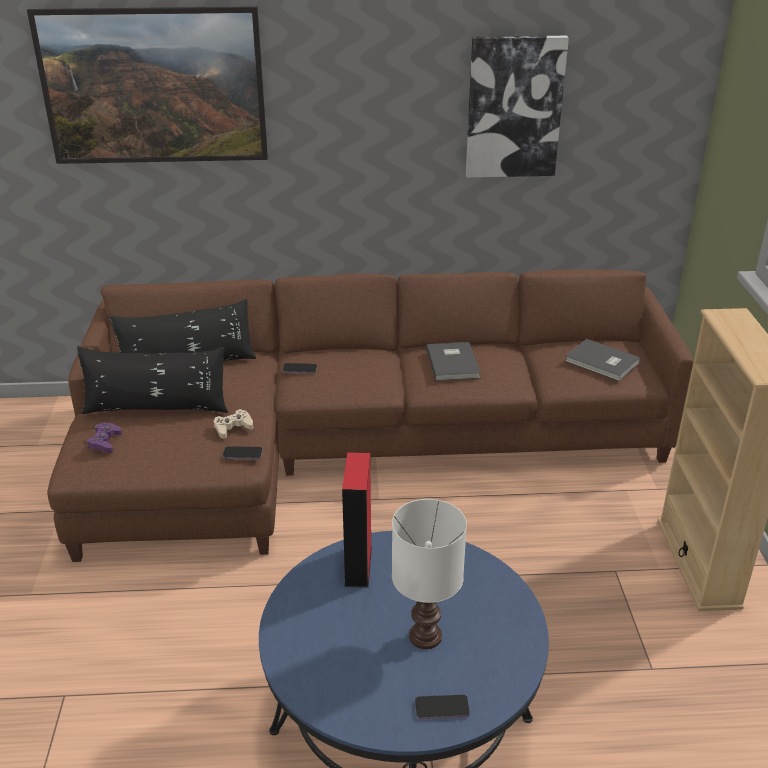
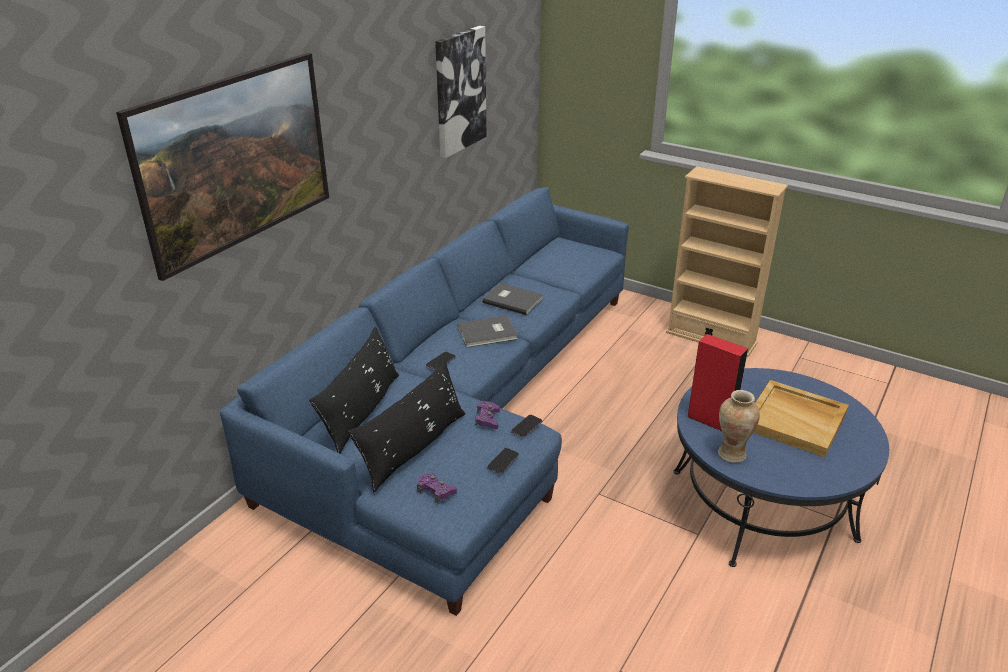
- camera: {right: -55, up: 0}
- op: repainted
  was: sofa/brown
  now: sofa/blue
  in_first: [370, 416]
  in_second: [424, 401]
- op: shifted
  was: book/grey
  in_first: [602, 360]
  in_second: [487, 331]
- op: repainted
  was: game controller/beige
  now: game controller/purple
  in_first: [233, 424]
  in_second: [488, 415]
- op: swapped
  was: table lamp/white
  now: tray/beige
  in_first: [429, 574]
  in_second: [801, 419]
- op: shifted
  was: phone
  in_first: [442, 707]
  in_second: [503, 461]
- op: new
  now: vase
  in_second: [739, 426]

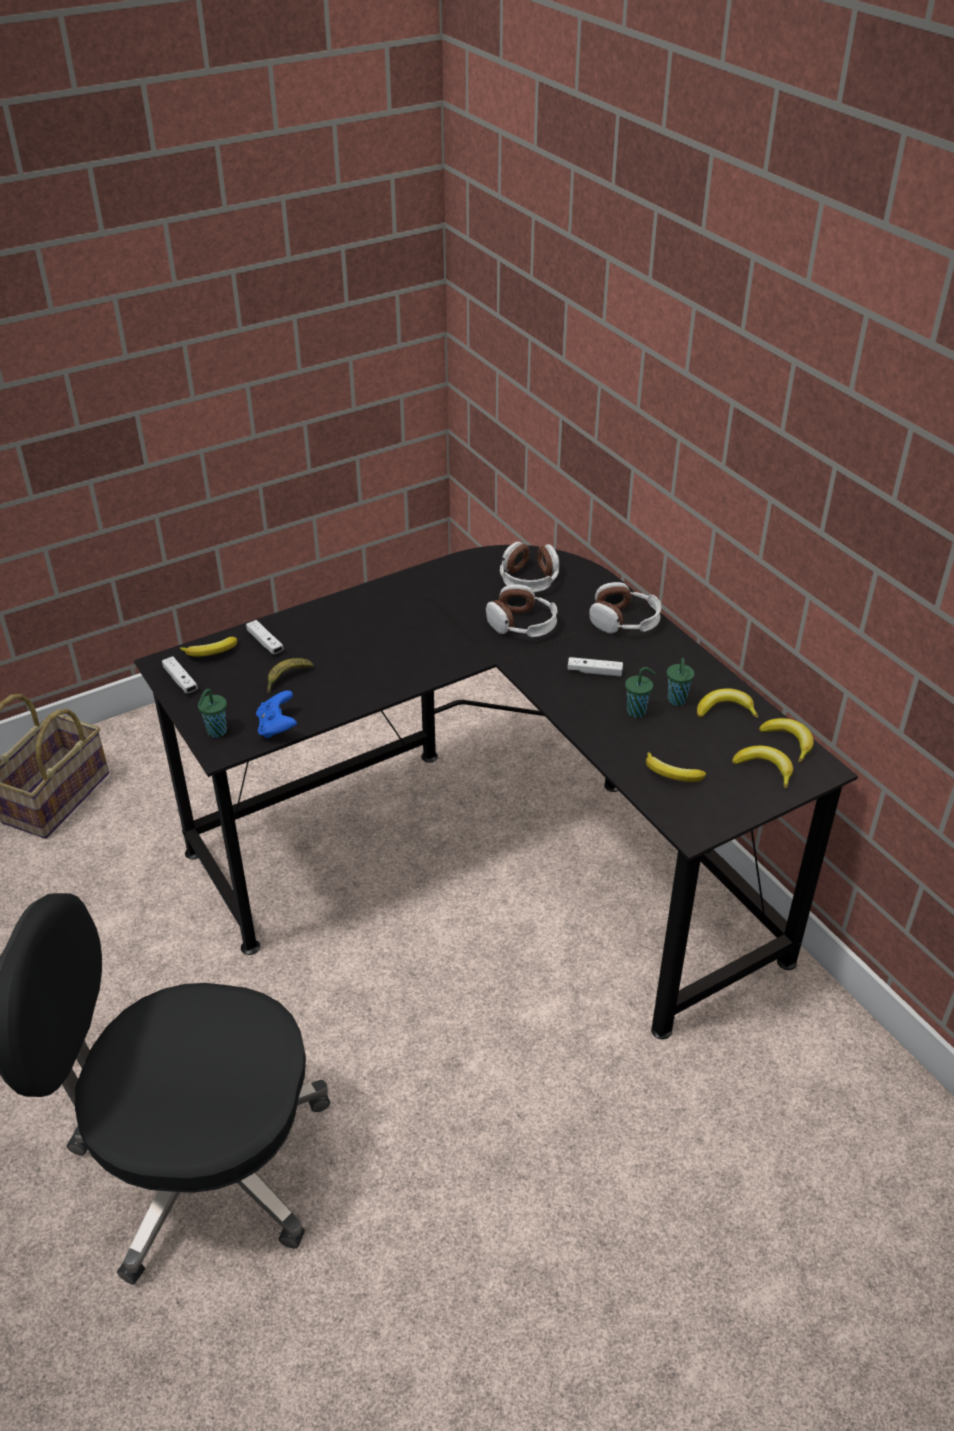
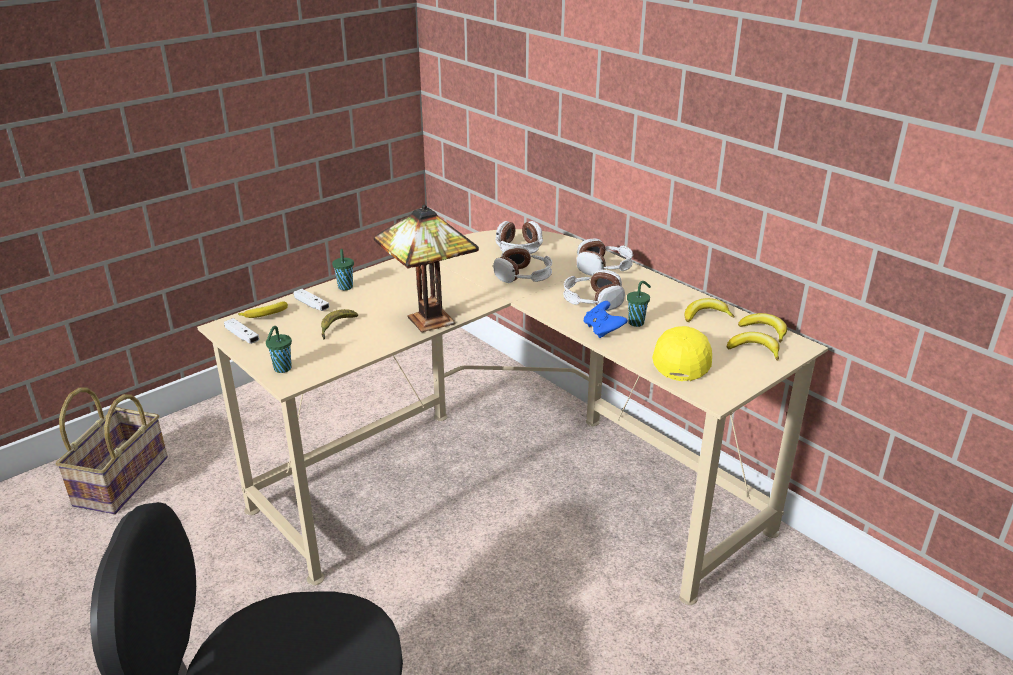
- camera: {right: -10, up: -10}
- op: repainted
  was: desk/black
  now: desk/beige
  in_first: [496, 792]
  in_second: [512, 417]
- op: swapped
  was: game controller/white
  now: headphones
  in_first: [595, 666]
  in_second: [594, 290]
- op: shifted
  was: cup/green
  in_first: [680, 682]
  in_second: [343, 269]
- op: shifted
  was: game controller/blue
  in_first: [276, 714]
  in_second: [606, 319]
- op: swapped
  was: banana
  now: cap/yellow
  in_first: [676, 767]
  in_second: [682, 353]
- op: new
  now: table lamp
  in_second: [426, 268]

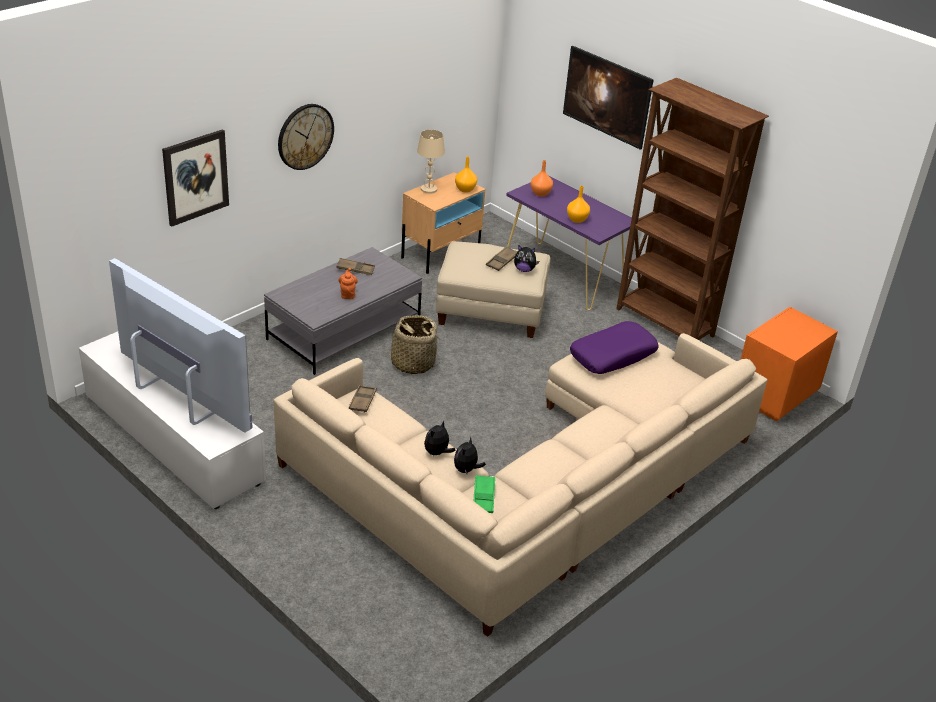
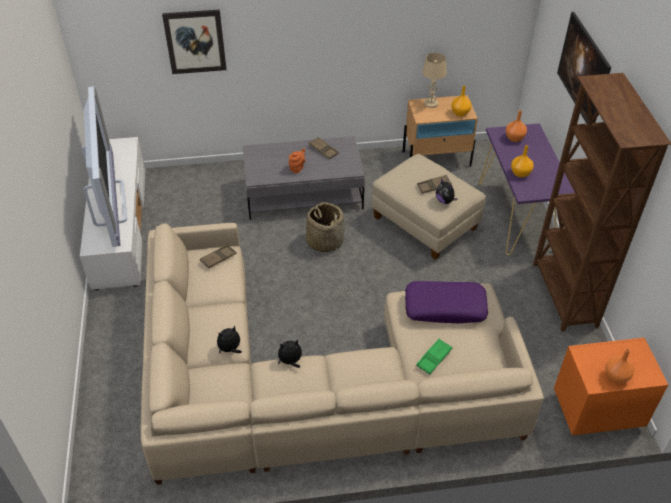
- camera: {right: 40, up: 10}
- op: gone
  was: wall clock
  in_first: [306, 137]
- op: shifted
  was: plush toy
  in_first: [440, 437]
  in_second: [290, 354]
- op: shifted
  was: tray/green
  in_first: [484, 494]
  in_second: [434, 356]
- op: new
  now: vase/orange
  in_second: [619, 366]

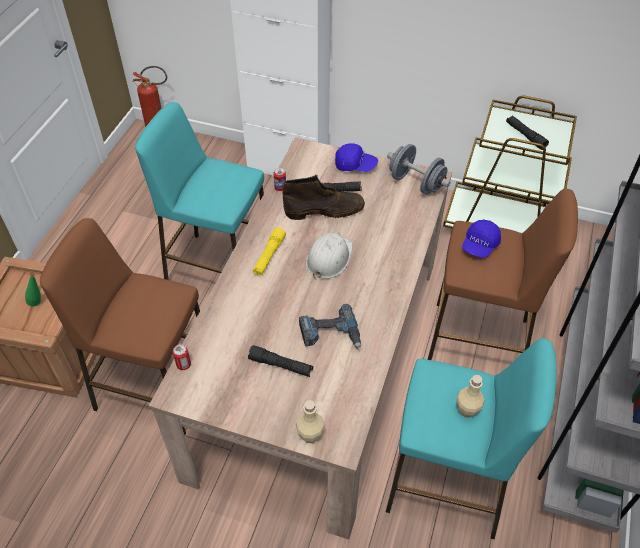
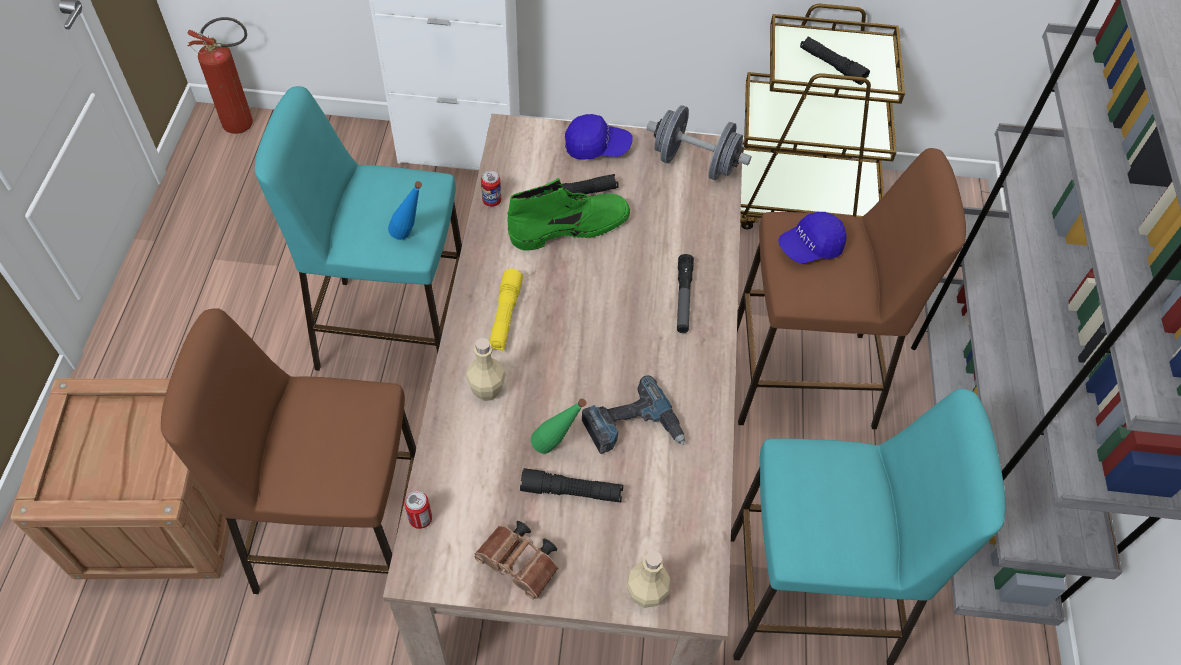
- camera: {right: -15, up: 5}
- op: repainted
  was: boot/brown
  now: boot/green
  in_first: [323, 197]
  in_second: [568, 214]
- op: rotated
  was: cap/blue
  in_first: [481, 239]
  in_second: [812, 238]
  clockwise: 45
- op: gone
  was: hard hat/white
  in_first: [329, 255]
- op: shifted
  was: bottle/green
  in_first: [33, 289]
  in_second: [558, 425]
- op: shifted
  was: bottle/beige
  in_first: [470, 396]
  in_second: [486, 369]
- op: new
  now: bottle/blue
  in_second: [405, 210]
- op: new
  now: flashlight
  in_second: [685, 293]
- op: new
  now: binoculars/brown
  in_second: [517, 560]

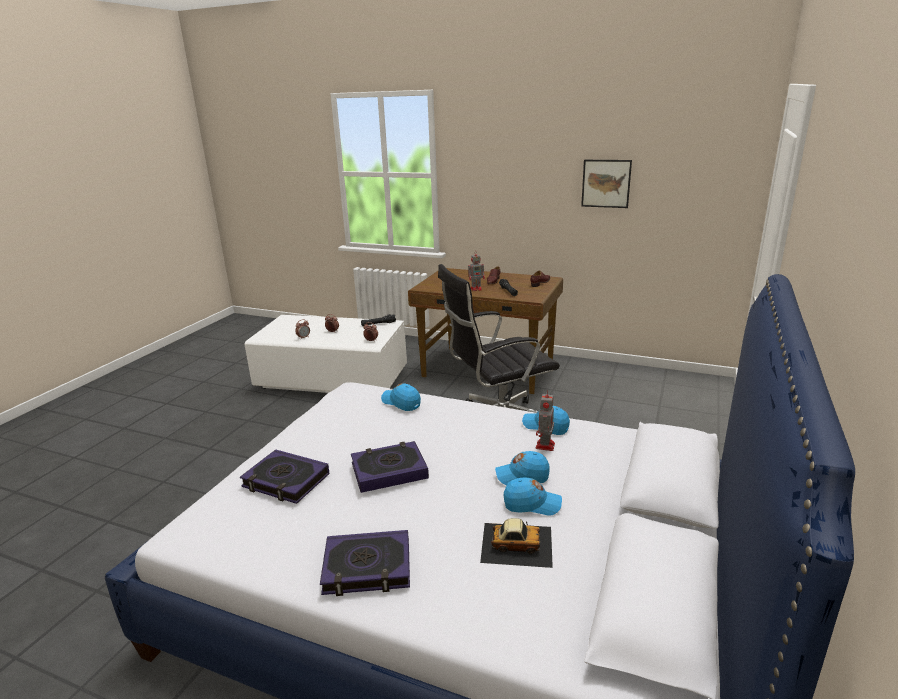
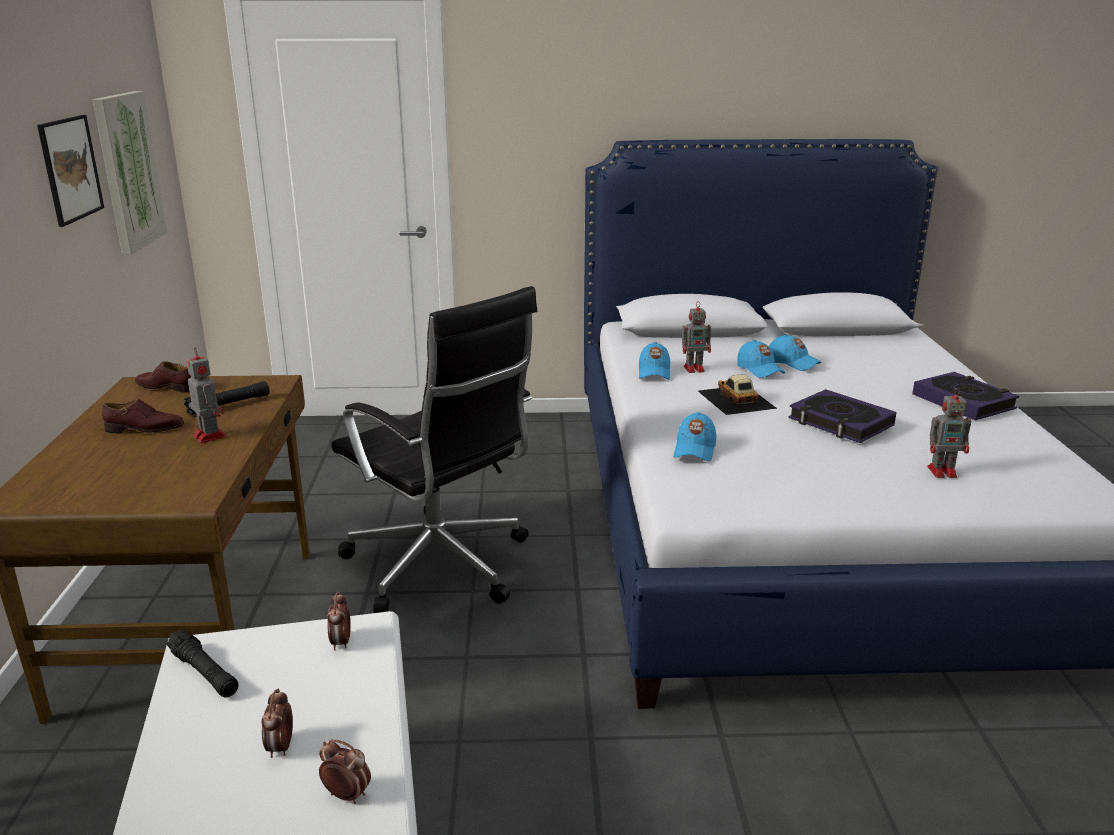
- camera: {right: -115, up: 0}
- op: swapped
  was: book
  now: toy robot
  in_first: [285, 476]
  in_second: [949, 433]
- op: rotated
  was: cap/blue
  in_first: [533, 497]
  in_second: [795, 353]
  clockwise: 150
- op: shifted
  was: toy car
  in_first: [516, 543]
  in_second: [737, 395]
- op: new
  now: picture
  in_second: [129, 173]

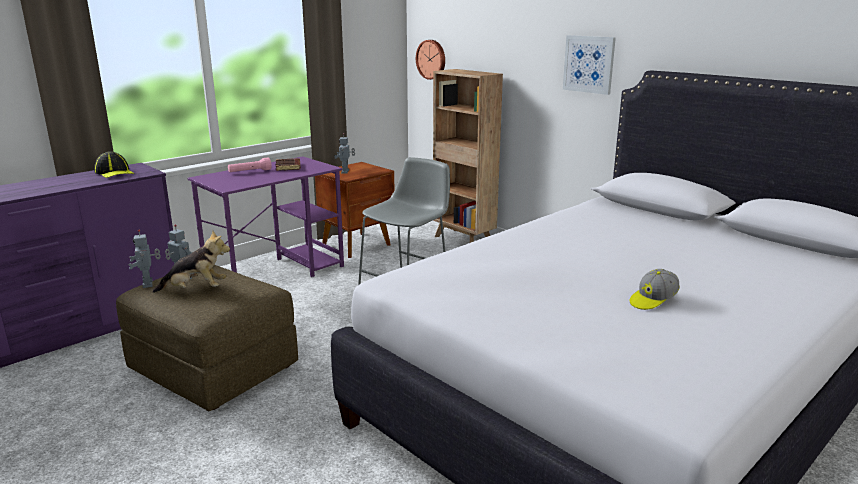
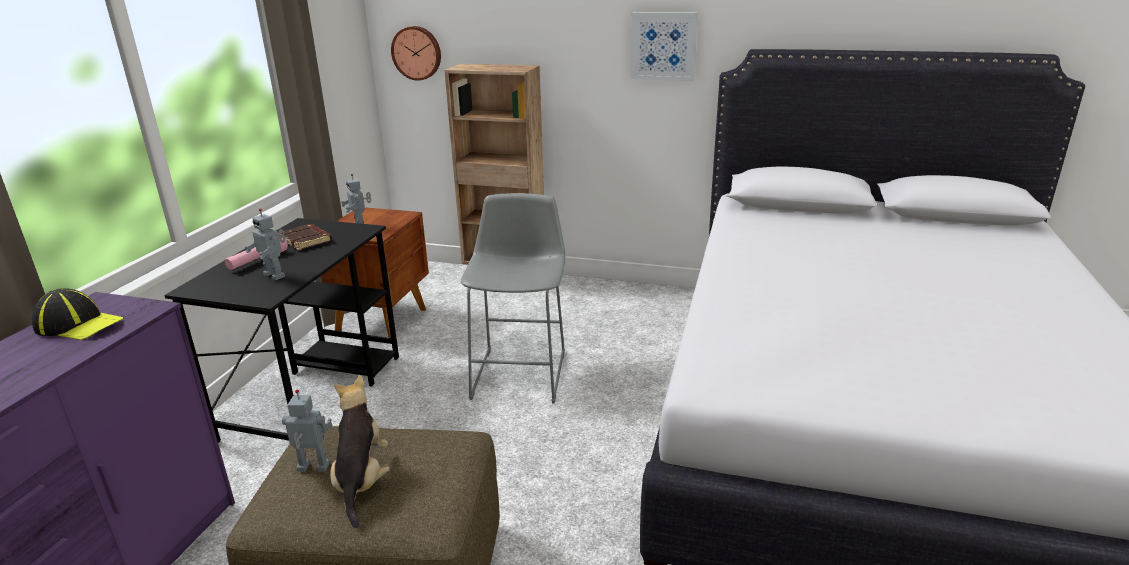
- camera: {right: -30, up: 5}
- op: repainted
  was: desk/purple
  now: desk/black
  in_first: [266, 217]
  in_second: [281, 330]
- op: shifted
  was: toy robot
  in_first: [144, 259]
  in_second: [265, 244]
- op: rotated
  was: plush toy
  in_first: [191, 261]
  in_second: [360, 451]
  clockwise: -60
- op: gone
  was: cap
  in_first: [655, 289]

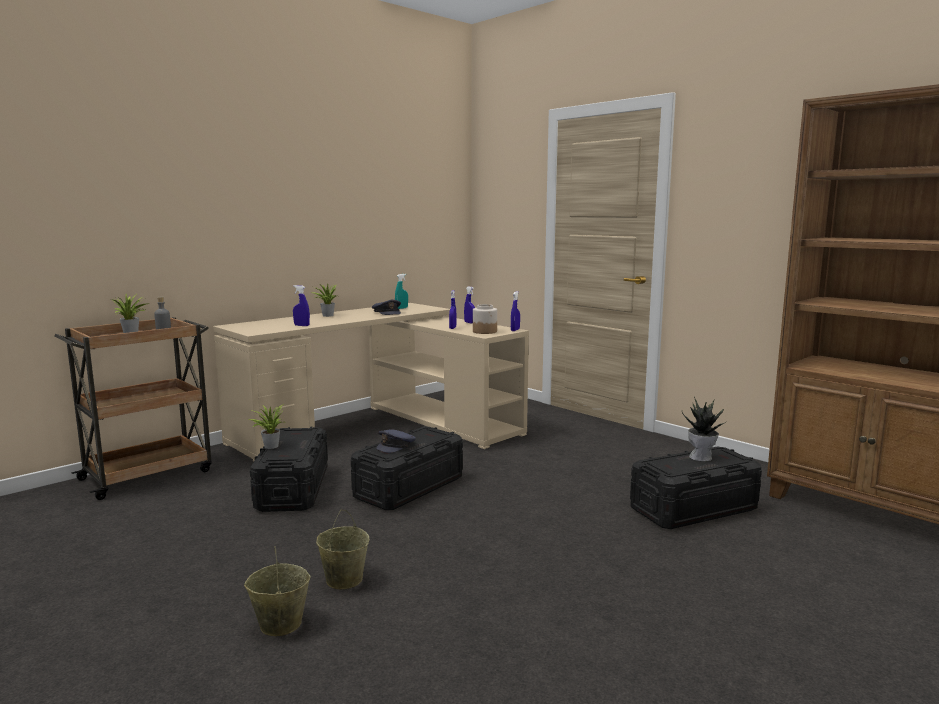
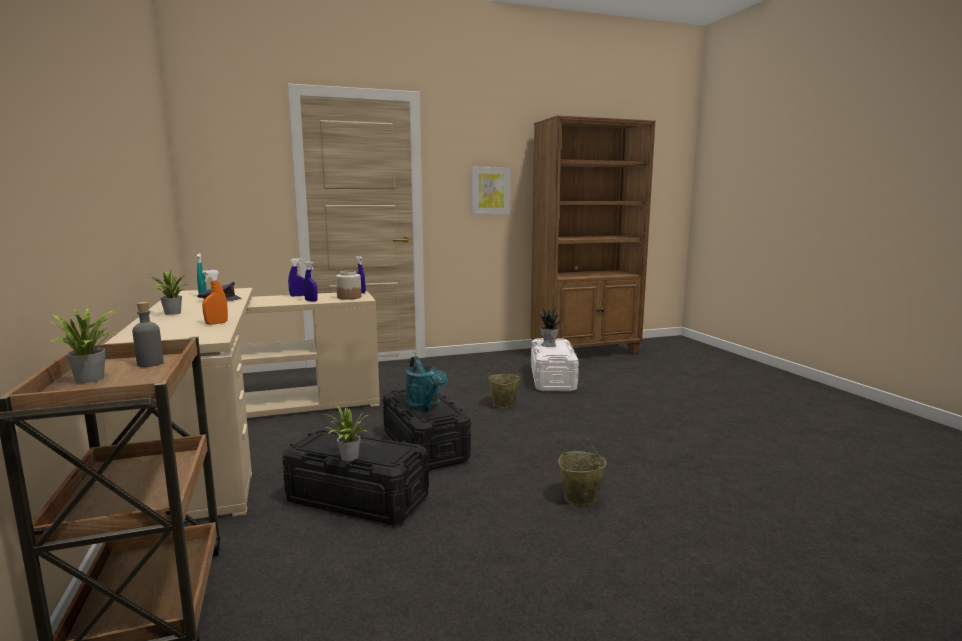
- camera: {right: -65, up: 0}
- op: repainted
  was: spray bottle/blue
  now: spray bottle/orange
  in_first: [301, 305]
  in_second: [215, 297]
- op: swapped
  was: cap/grey
  now: watering can/turquoise
  in_first: [396, 441]
  in_second: [427, 383]
- op: repainted
  was: storage box/black
  now: storage box/white
  in_first: [696, 488]
  in_second: [555, 364]
- op: shifted
  was: bucket/beige
  in_first: [277, 591]
  in_second: [504, 384]
- op: new
  now: picture
  in_second: [490, 191]

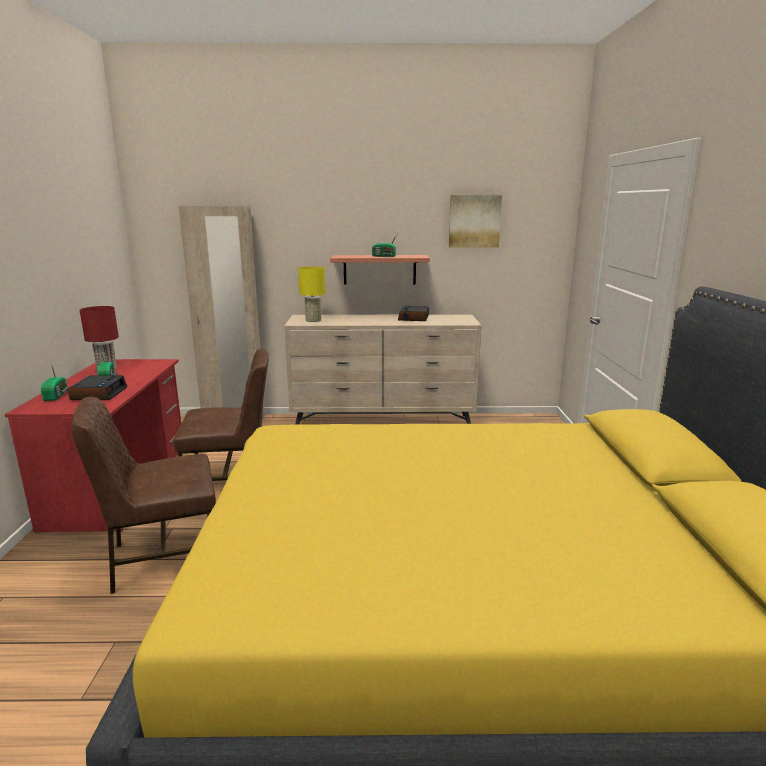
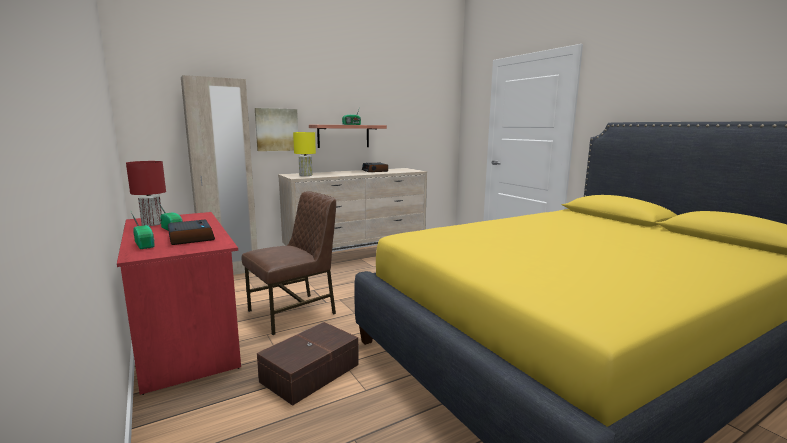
- camera: {right: -30, up: -5}
- op: shifted
  was: picture
  in_first: [475, 221]
  in_second: [276, 129]
- op: swapped
  was: chair/brown
  now: storage box/brown
  in_first: [143, 495]
  in_second: [308, 364]

